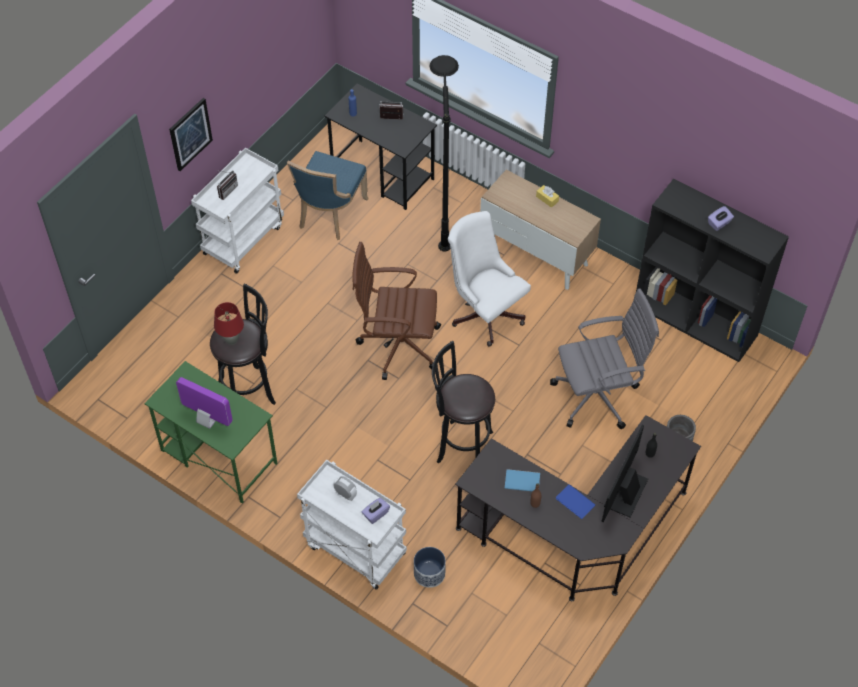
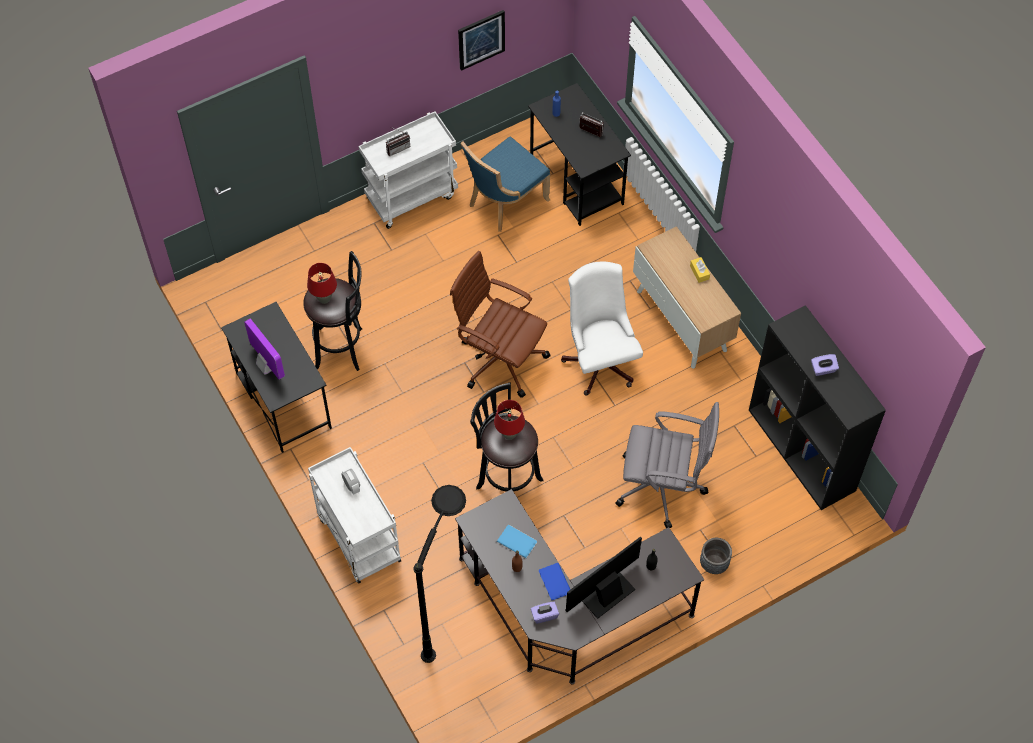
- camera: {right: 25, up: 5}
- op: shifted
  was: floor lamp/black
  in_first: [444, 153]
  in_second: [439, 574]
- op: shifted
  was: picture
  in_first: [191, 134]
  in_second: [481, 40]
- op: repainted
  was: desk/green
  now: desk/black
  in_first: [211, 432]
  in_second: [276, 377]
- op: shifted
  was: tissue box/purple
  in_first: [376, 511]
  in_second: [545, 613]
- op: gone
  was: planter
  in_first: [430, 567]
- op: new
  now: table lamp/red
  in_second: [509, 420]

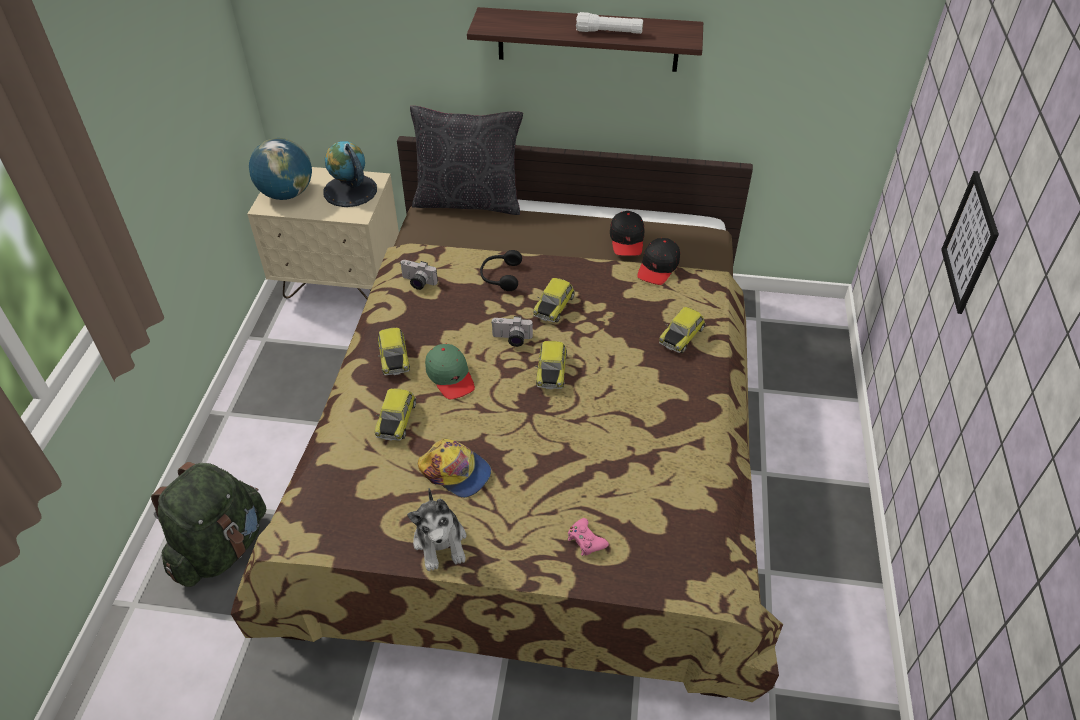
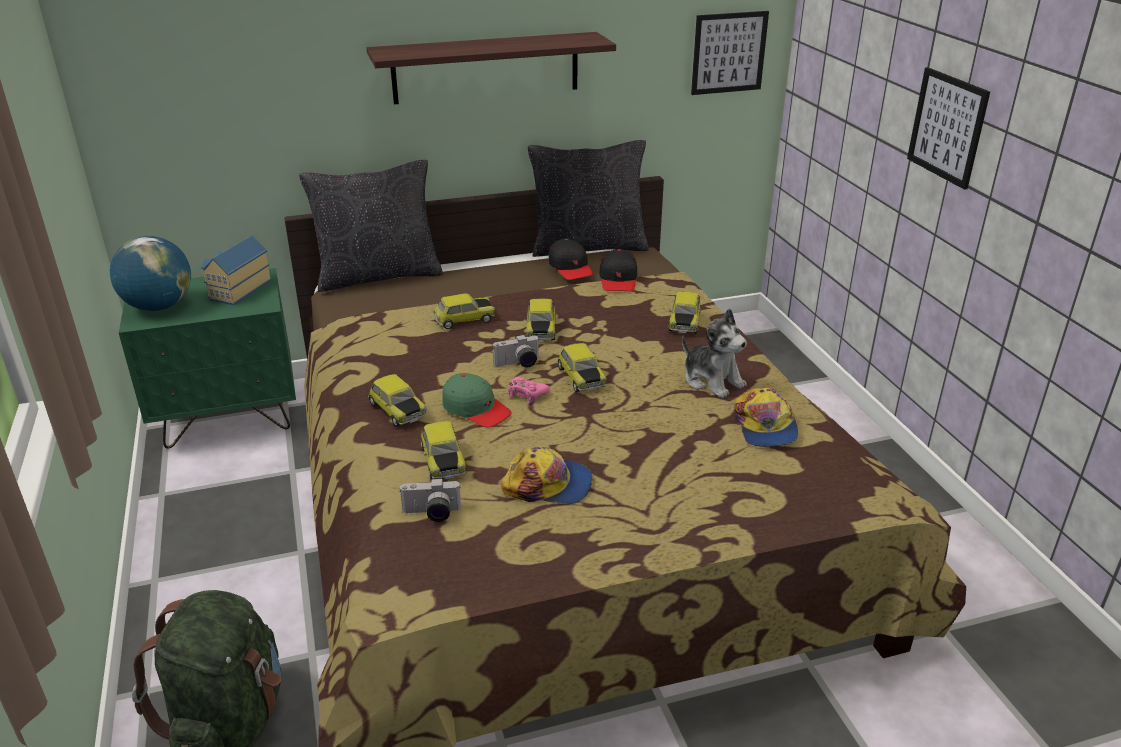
- camera: {right: -25, up: -15}
- op: gone
  was: flashlight/white
  in_first: [609, 23]
- op: swapped
  was: globe
  now: toy house
  in_first: [350, 174]
  in_second: [236, 270]
- op: repainted
  was: nightstand/beige
  now: nightstand/green
  in_first: [323, 233]
  in_second: [207, 358]
- op: swapped
  was: headphones/black
  now: toy car
  in_first: [501, 270]
  in_second: [464, 311]
- op: shifted
  was: photo camera
  in_first: [419, 275]
  in_second: [430, 500]
- op: shifted
  was: plush toy
  in_first: [437, 529]
  in_second: [714, 353]
- op: shifted
  was: game controller/pink
  in_first: [588, 537]
  in_second: [529, 390]
- op: new
  now: picture
  in_second: [730, 53]
- op: new
  now: pillow/black
  in_second: [588, 198]
- op: new
  now: cap
  in_second: [766, 417]

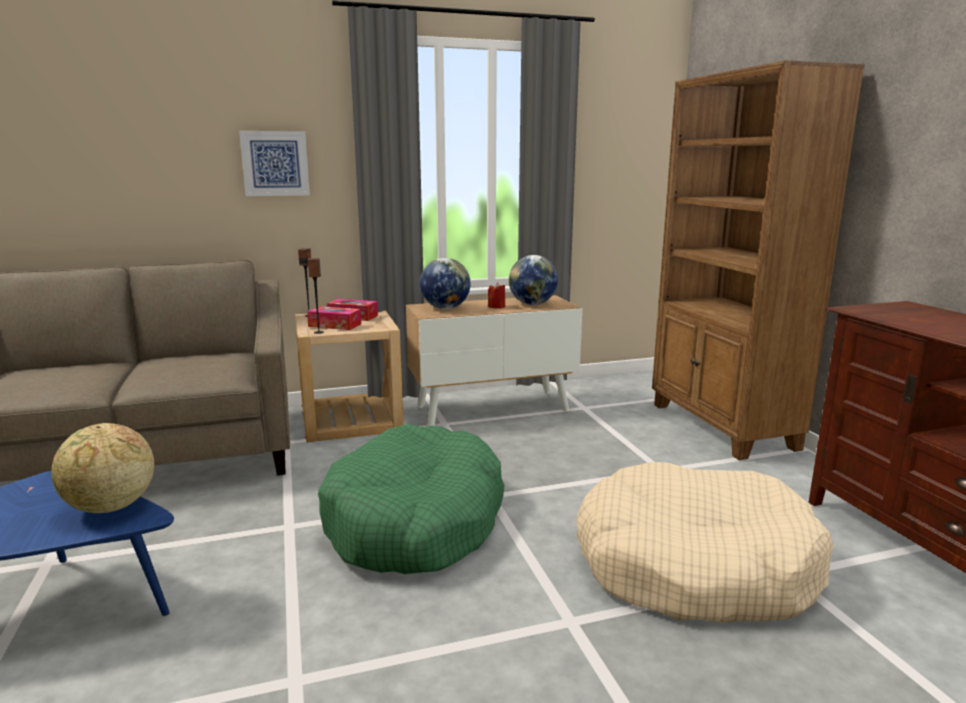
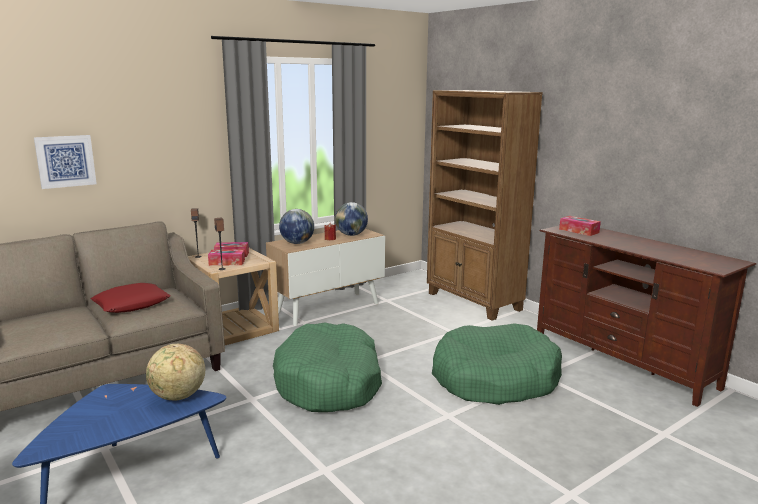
- camera: {right: -20, up: 0}
- op: shifted
  was: picture
  in_first: [274, 163]
  in_second: [65, 162]
- op: repainted
  was: dog bed/beige
  now: dog bed/green
  in_first: [704, 542]
  in_second: [497, 364]
- op: new
  now: tissue box
  in_second: [580, 226]
- op: new
  now: pillow/red
  in_second: [131, 298]

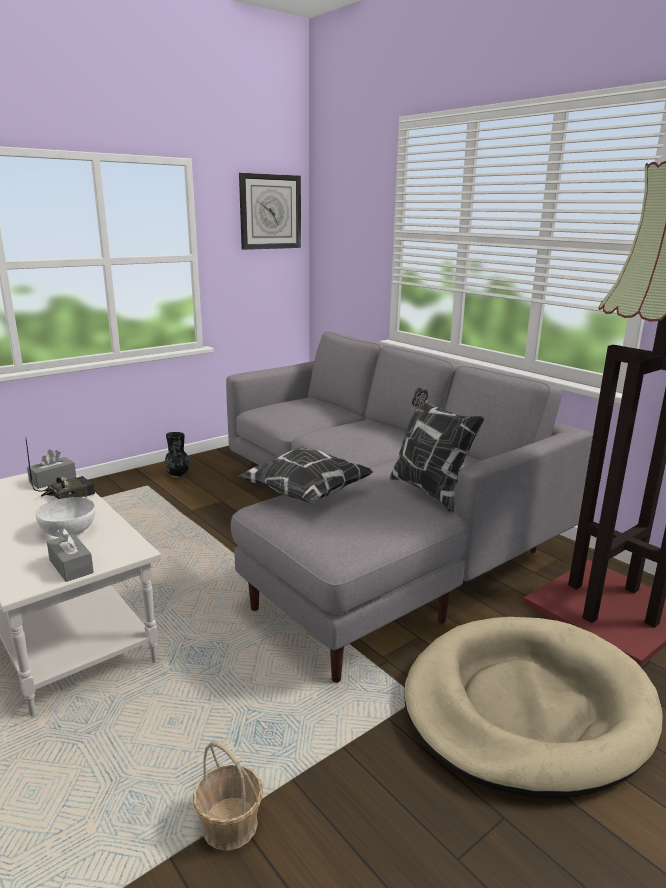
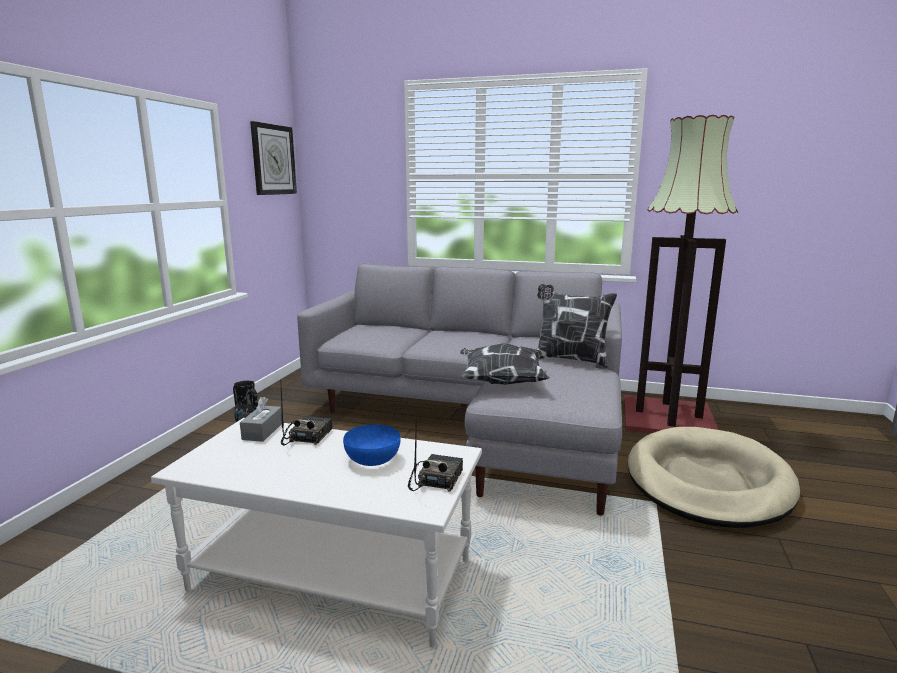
- camera: {right: -35, up: -5}
- op: repainted
  was: bowl/white
  now: bowl/blue
  in_first: [65, 517]
  in_second: [372, 445]
- op: swapped
  was: tissue box/grey
  now: radio
  in_first: [70, 555]
  in_second: [435, 454]
- op: gone
  was: basket
  in_first: [228, 796]

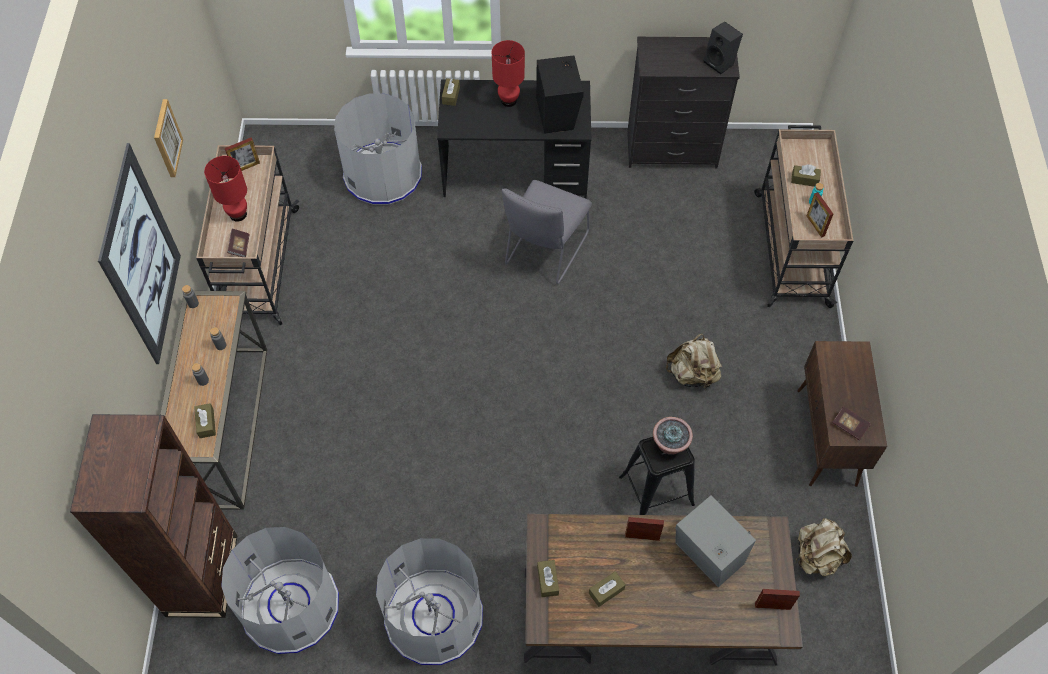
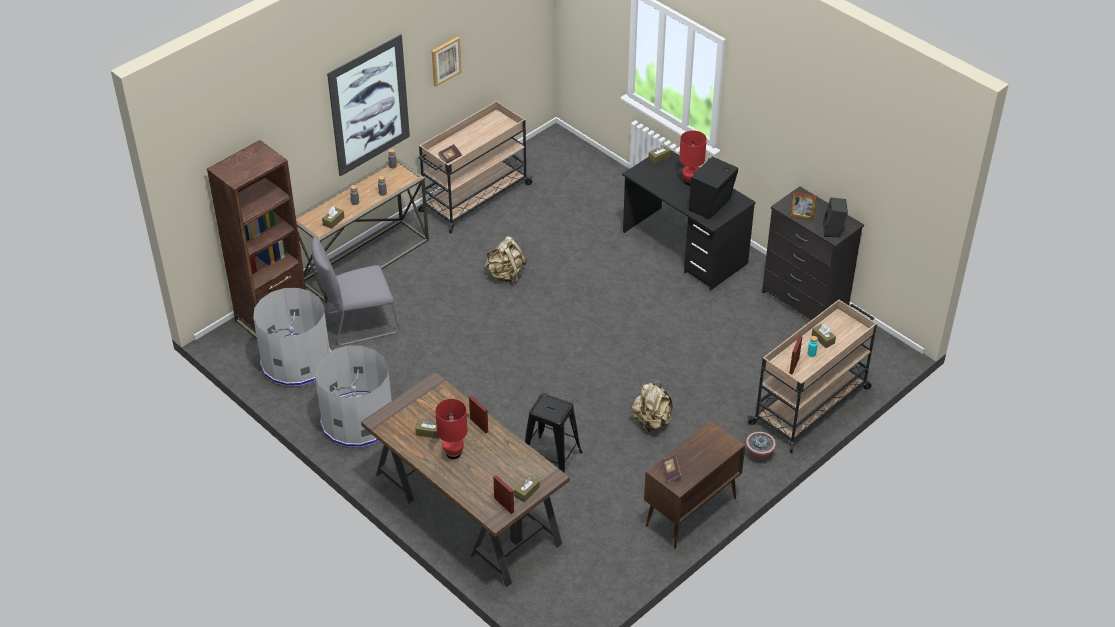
- camera: {right: 45, up: -15}
- op: gone
  was: trash can/grey
  in_first: [378, 149]
- op: shifted
  was: picture frame
  in_first: [242, 154]
  in_second: [803, 206]
- op: shifted
  was: table lamp/red
  in_first: [225, 189]
  in_second: [451, 429]
- op: shifted
  was: chair/grey
  in_first: [547, 232]
  in_second: [356, 291]
- op: shifted
  was: potted plant
  in_first: [673, 436]
  in_second: [761, 446]
- op: gone
  was: speaker/grey
  in_first: [715, 541]
- op: shifted
  was: backpack/beige
  in_first: [824, 547]
  in_second: [506, 260]
- op: shifted
  was: tissue box/brown
  in_first: [548, 578]
  in_second: [526, 489]

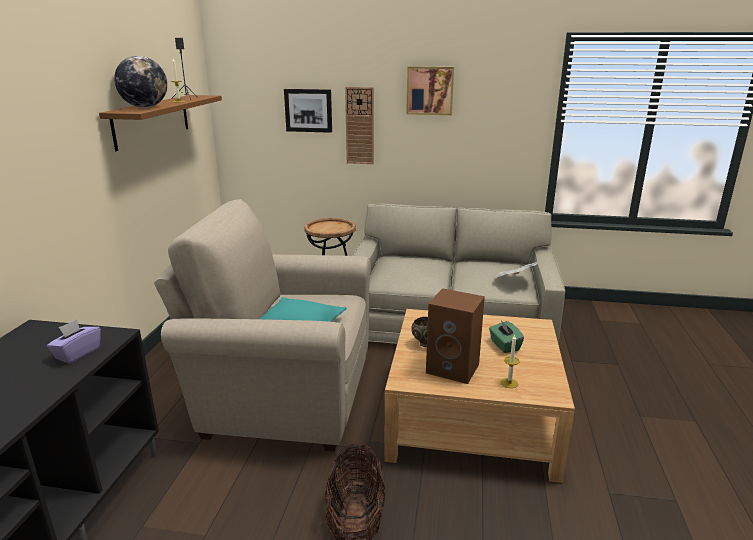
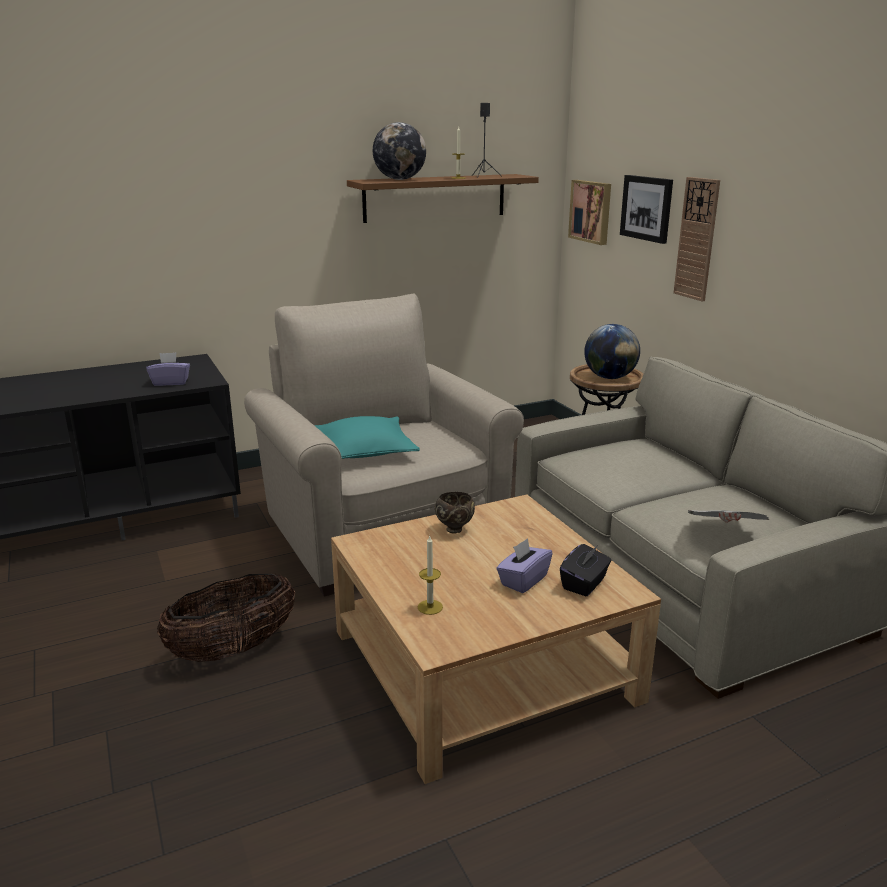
- camera: {right: 55, up: 0}
- op: shifted
  was: picture
  in_first: [430, 90]
  in_second: [589, 212]
- op: gone
  was: speaker/brown
  in_first: [455, 336]
- op: repainted
  was: tissue box/green
  now: tissue box/purple
  in_first: [506, 336]
  in_second: [524, 565]
- op: new
  now: globe
  in_second: [612, 351]
- op: new
  now: tissue box/black
  in_second: [585, 570]

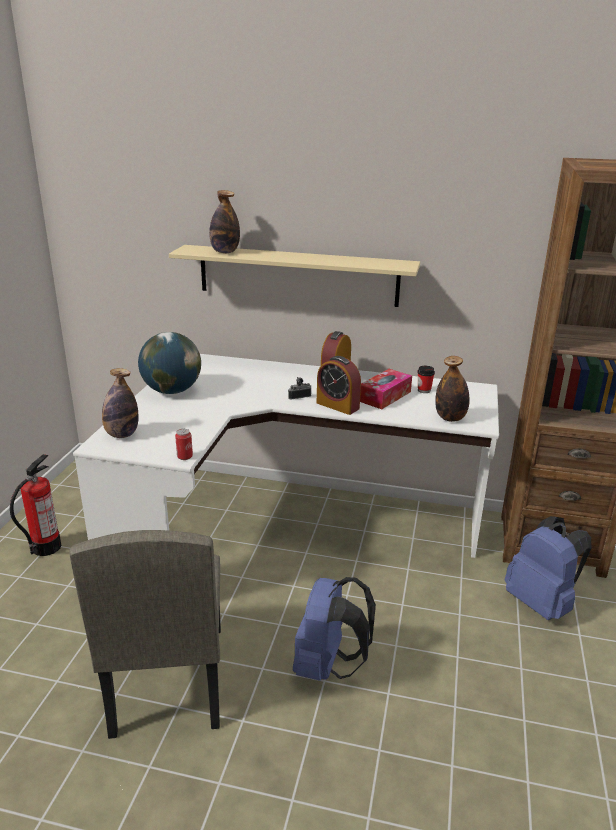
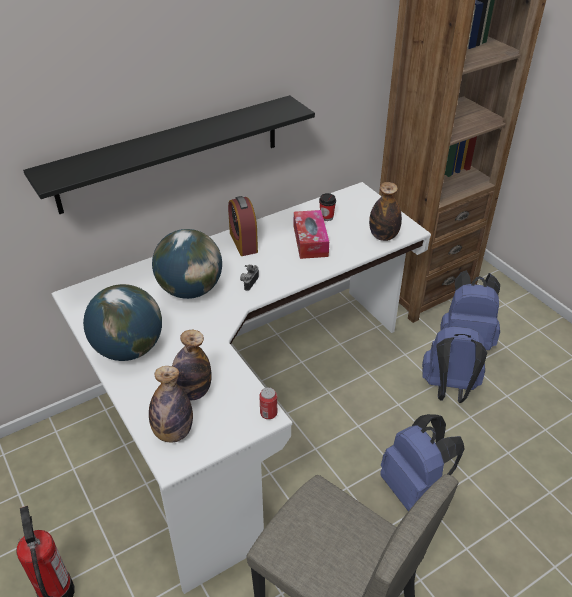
- camera: {right: -45, up: 15}
- op: shifted
  was: bottle
  in_first: [224, 221]
  in_second: [192, 365]
- op: repainted
  was: shelf/beige
  now: shelf/black
  in_first: [294, 276]
  in_second: [169, 154]
- op: gone
  was: alarm clock
  in_first: [339, 385]
- op: new
  now: globe
  in_second: [187, 264]
- op: new
  now: backpack/blue
  in_second: [454, 364]

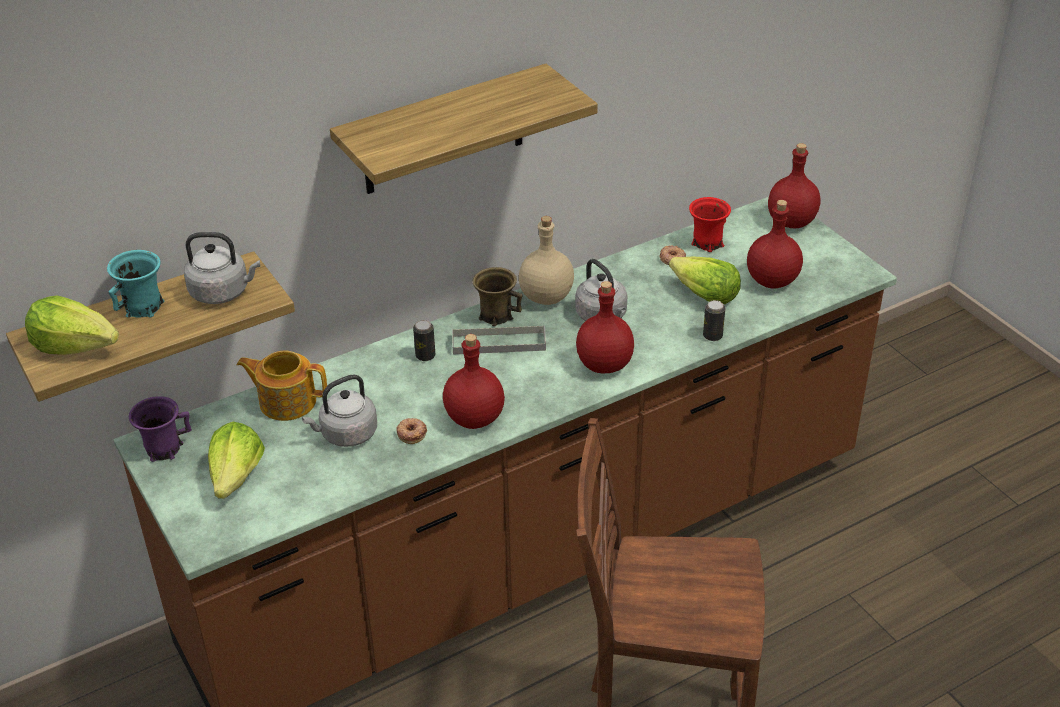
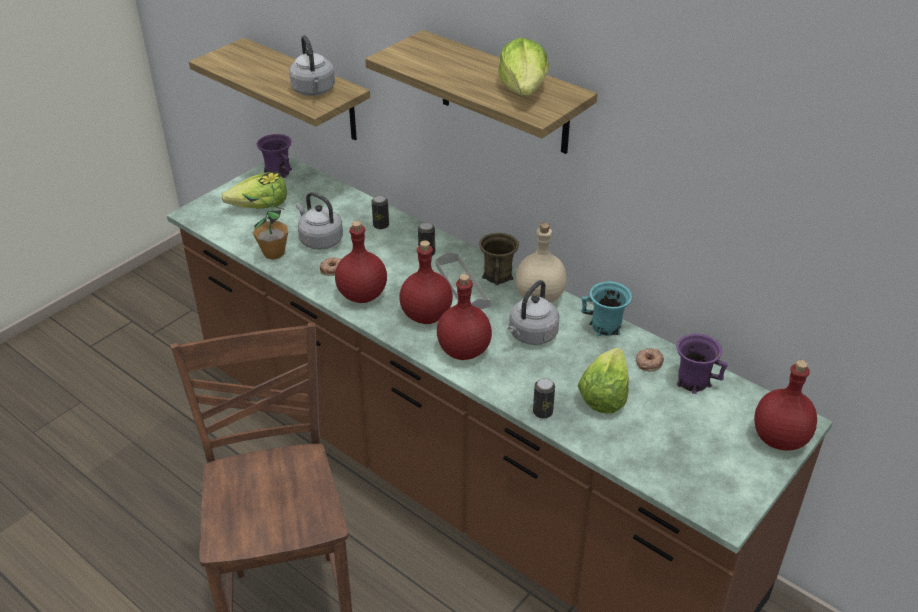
- camera: {right: 70, up: 0}
- op: repainted
  was: mug/red
  now: mug/purple
  in_first: [710, 224]
  in_second: [702, 364]
- op: shifted
  was: bottle/red
  in_first: [775, 244]
  in_second: [426, 282]
- op: shifted
  was: mug/turquoise
  in_first: [135, 284]
  in_second: [606, 308]
- op: shifted
  was: lettuce
  in_first: [72, 325]
  in_second: [523, 67]
- op: gone
  was: teapot
  in_first: [282, 386]
- op: new
  now: potted plant
  in_second: [264, 215]
- op: new
  now: can
  in_second: [380, 212]

